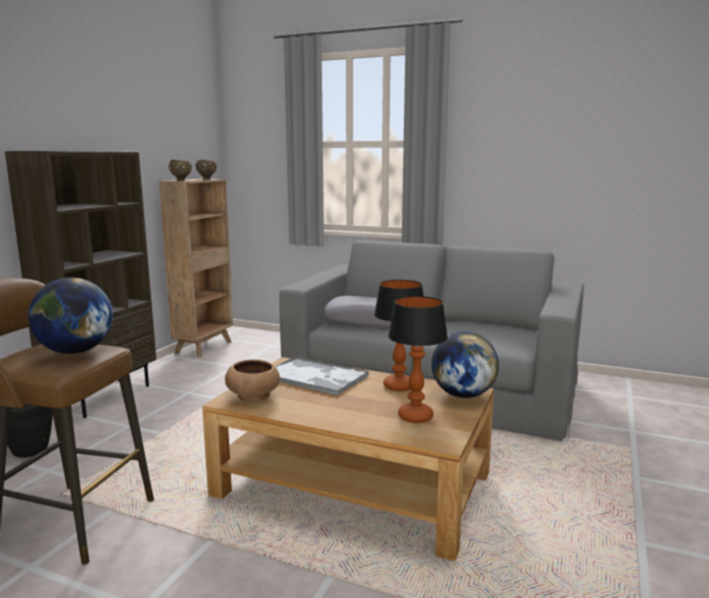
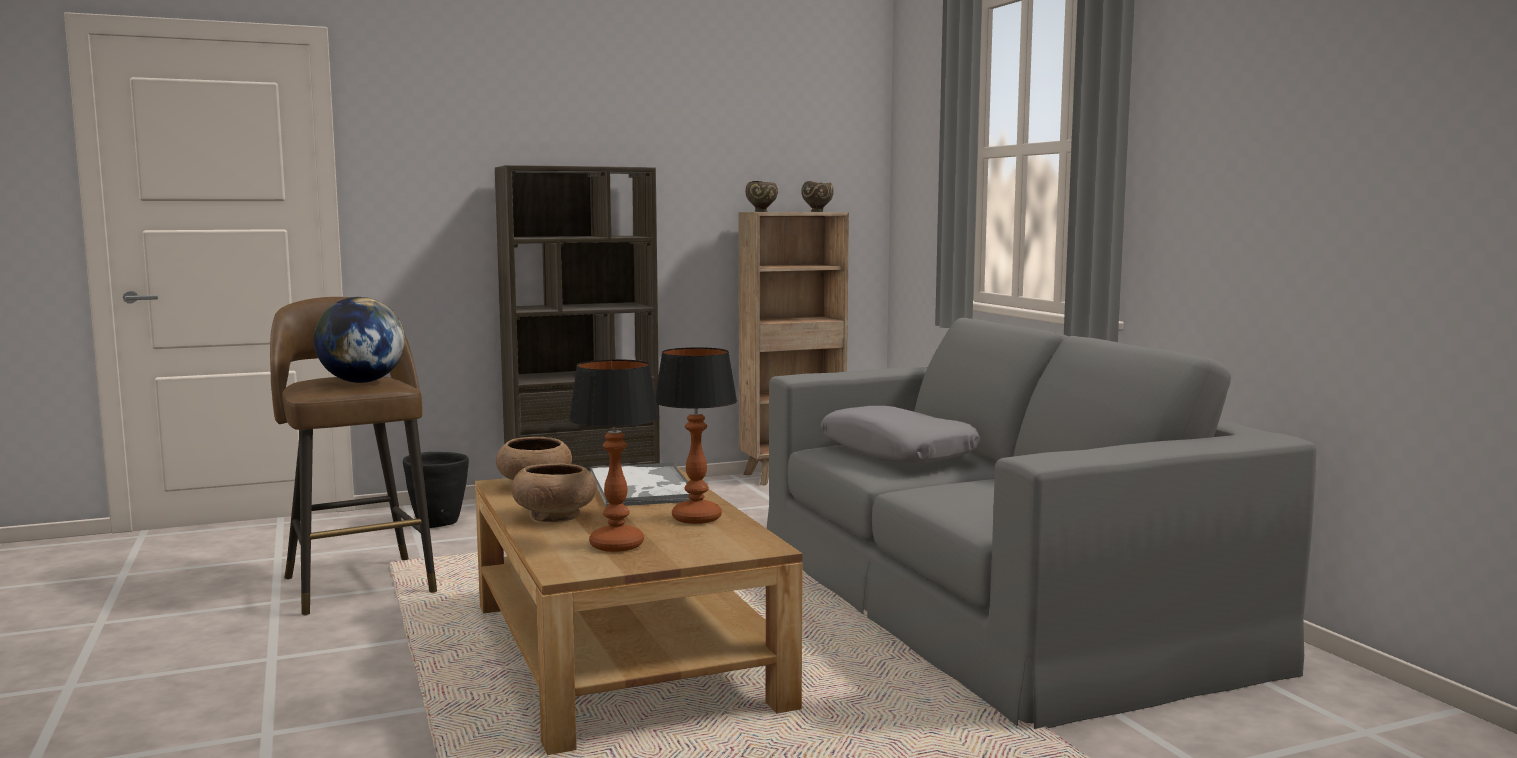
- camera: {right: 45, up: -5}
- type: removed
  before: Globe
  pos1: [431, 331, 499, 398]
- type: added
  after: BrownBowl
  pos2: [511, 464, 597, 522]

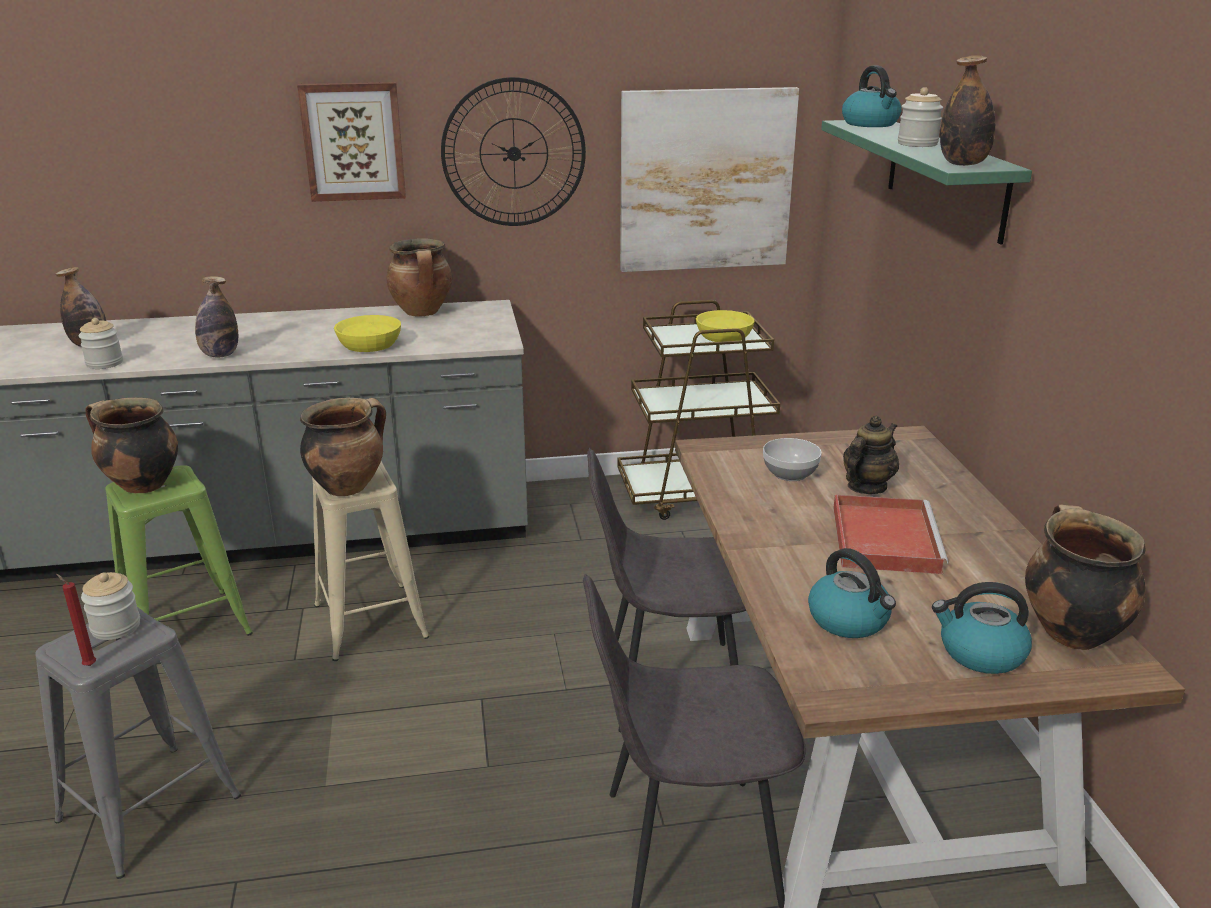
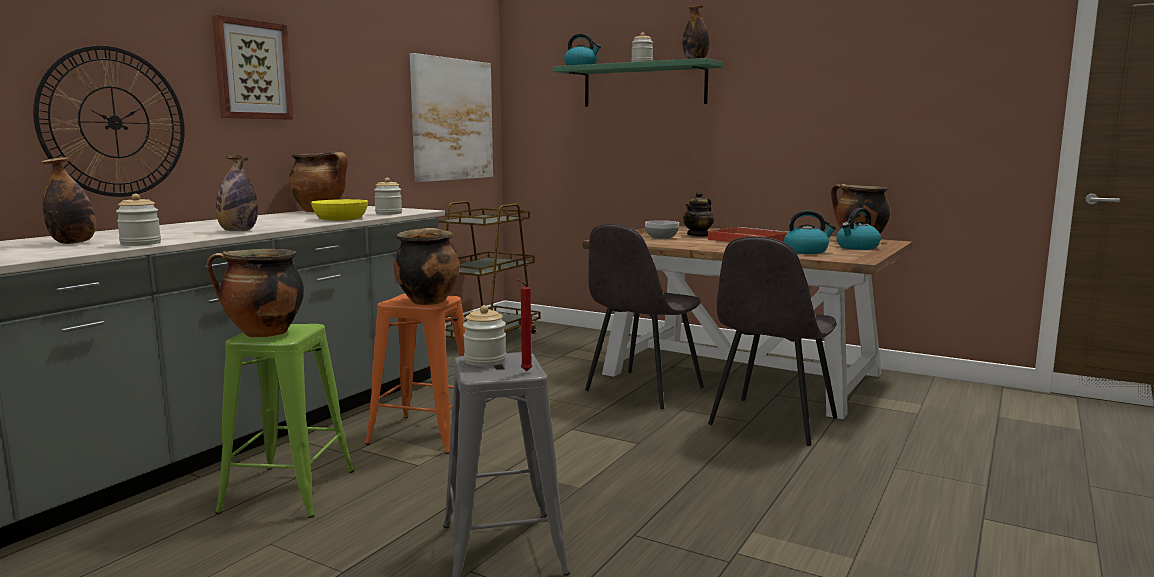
- camera: {right: -50, up: -15}
- type: moved
  before: WallClock
  pos1: [441, 77, 586, 226]
  pos2: [33, 46, 185, 197]
- type: removed
  before: YellowBowl
  pos1: [696, 310, 755, 342]
- type: turned
  before: Teapot
  pos1: [843, 416, 899, 494]
  pos2: [683, 191, 714, 237]
  turn: -135
- type: recoloured
  before: BeigeStool
  after: OrangeStool
  pos1: [312, 461, 429, 661]
  pos2: [365, 294, 465, 454]
- type: added
  after: Jar
  pos2: [374, 178, 402, 215]

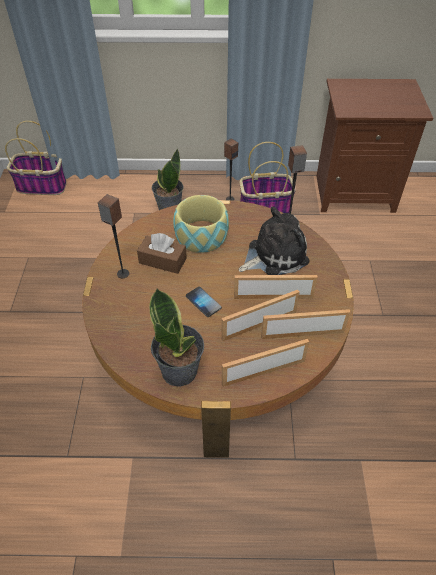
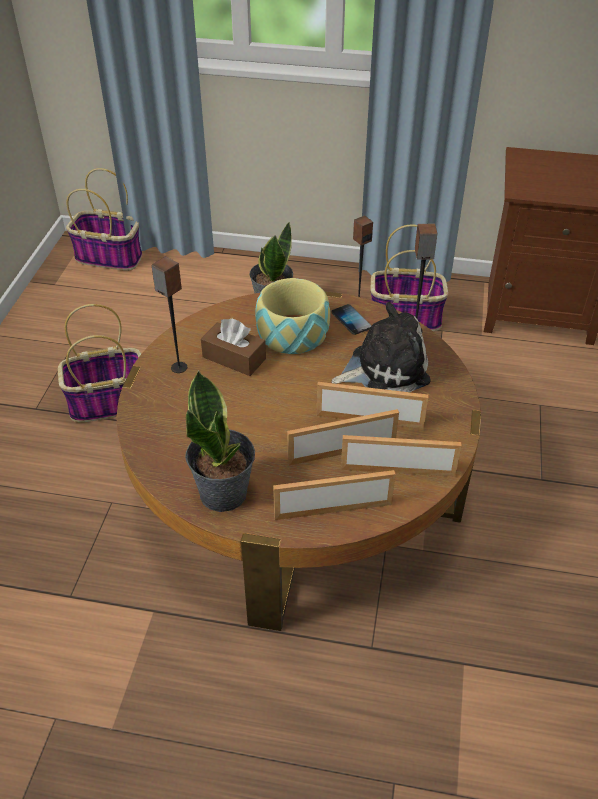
- camera: {right: 10, up: -5}
- type: moved
  before: Phone
  pos1: [186, 287, 222, 317]
  pos2: [331, 304, 372, 335]
- type: added
  after: Basket
  pos2: [58, 304, 141, 422]

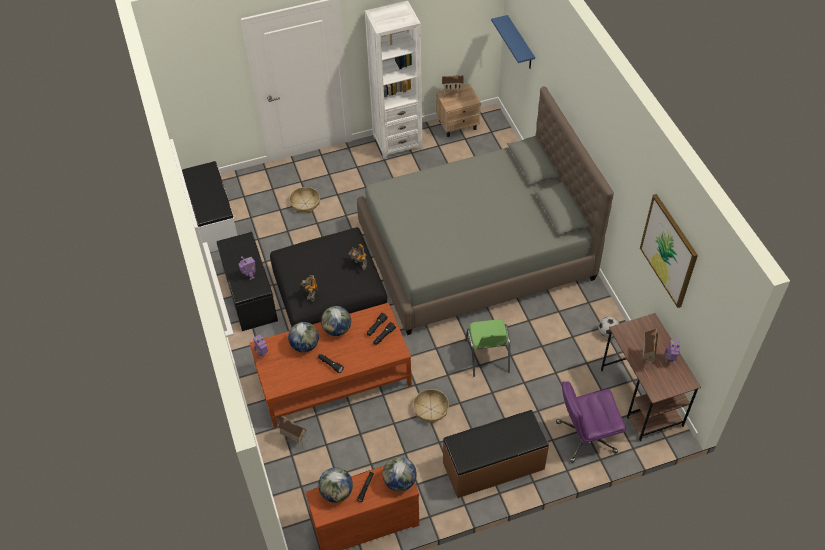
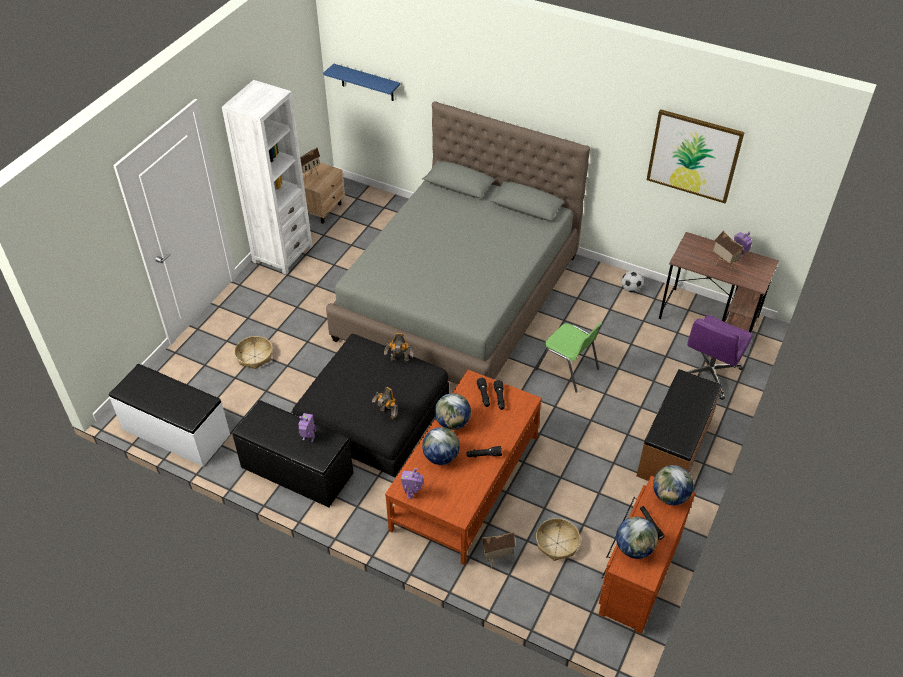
- camera: {right: -45, up: -5}
- type: moved
  before: Basket
  pos1: [413, 389, 449, 424]
  pos2: [536, 518, 581, 561]

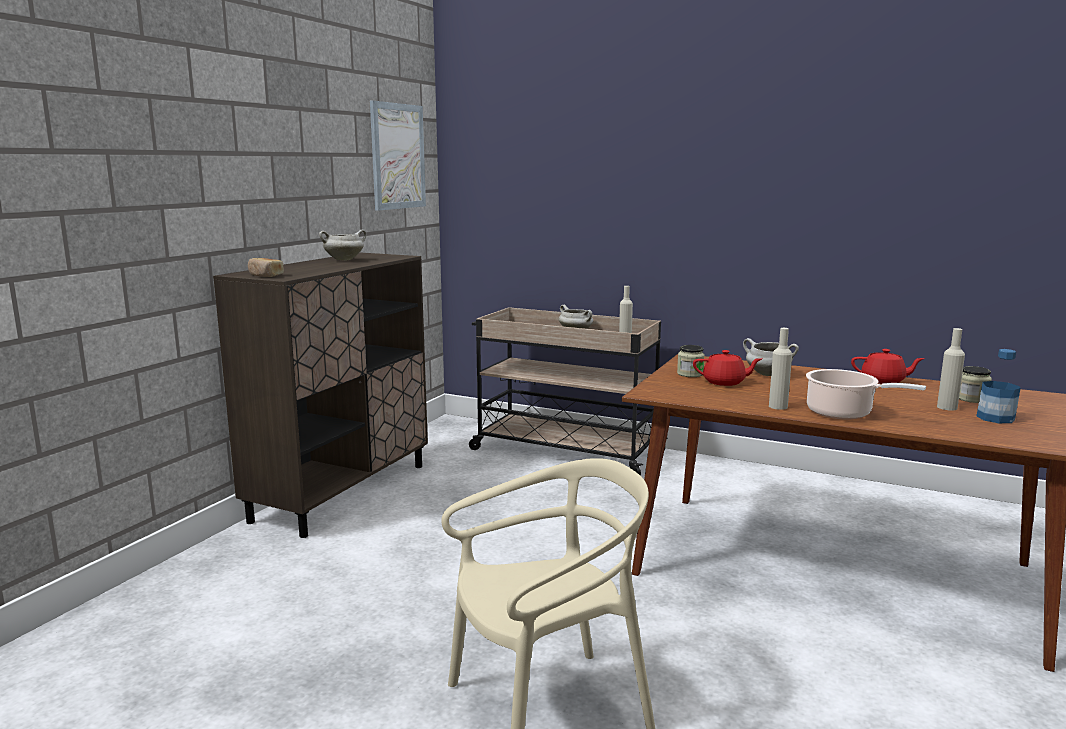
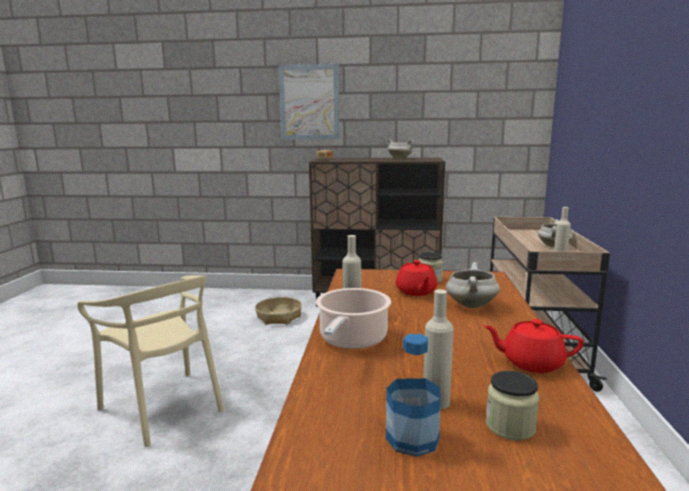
- camera: {right: 70, up: 0}
- type: moved
  before: Picture
  pos1: [370, 101, 426, 211]
  pos2: [279, 64, 340, 140]
- type: turned
  before: RedTeapot
  pos1: [851, 349, 925, 384]
  pos2: [484, 319, 584, 373]
  turn: 105
- type: added
  after: Basket
  pos2: [255, 297, 302, 325]

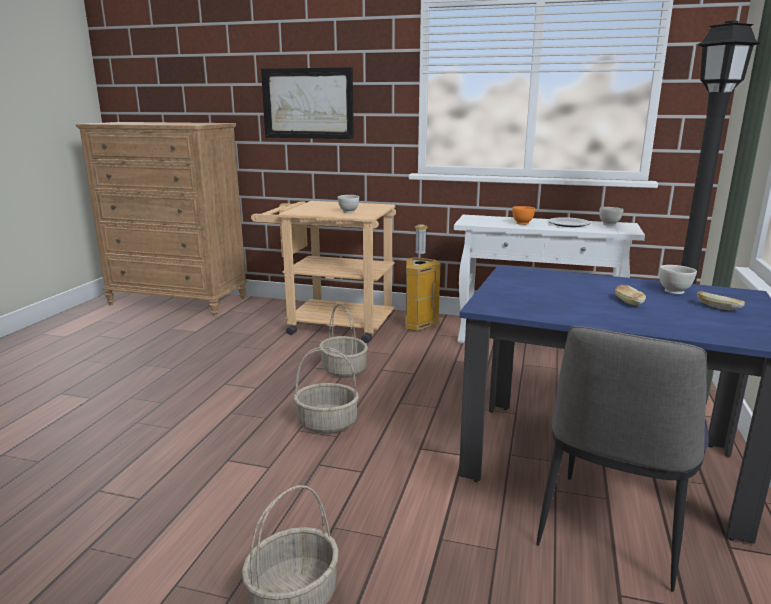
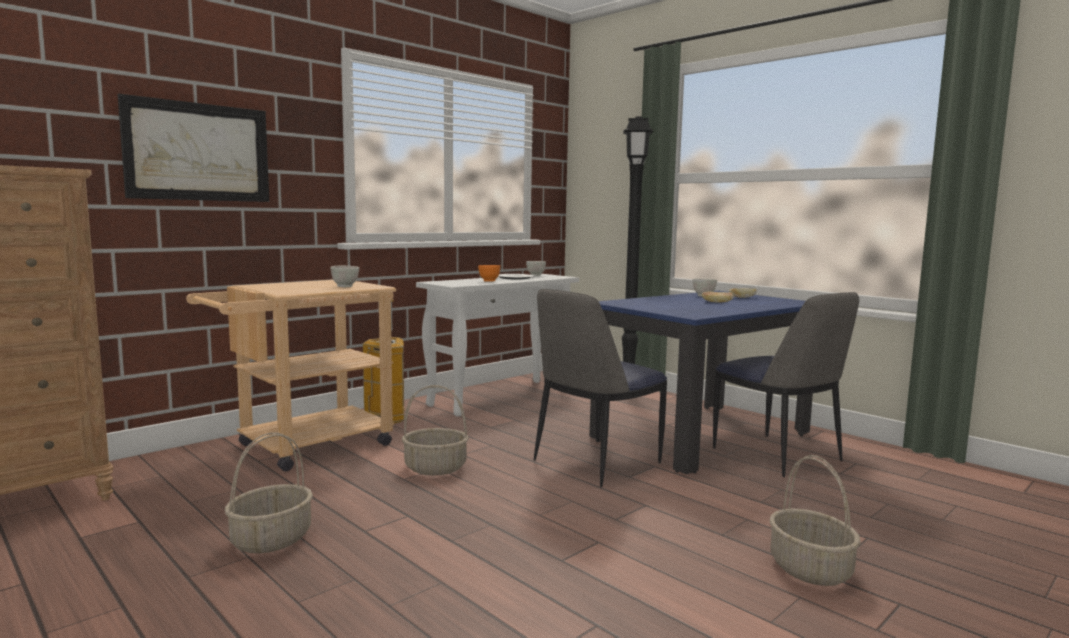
- camera: {right: -60, up: -10}
- type: moved
  before: Basket
  pos1: [294, 347, 359, 434]
  pos2: [225, 432, 313, 553]
- type: added
  after: Chair
  pos2: [534, 289, 667, 487]

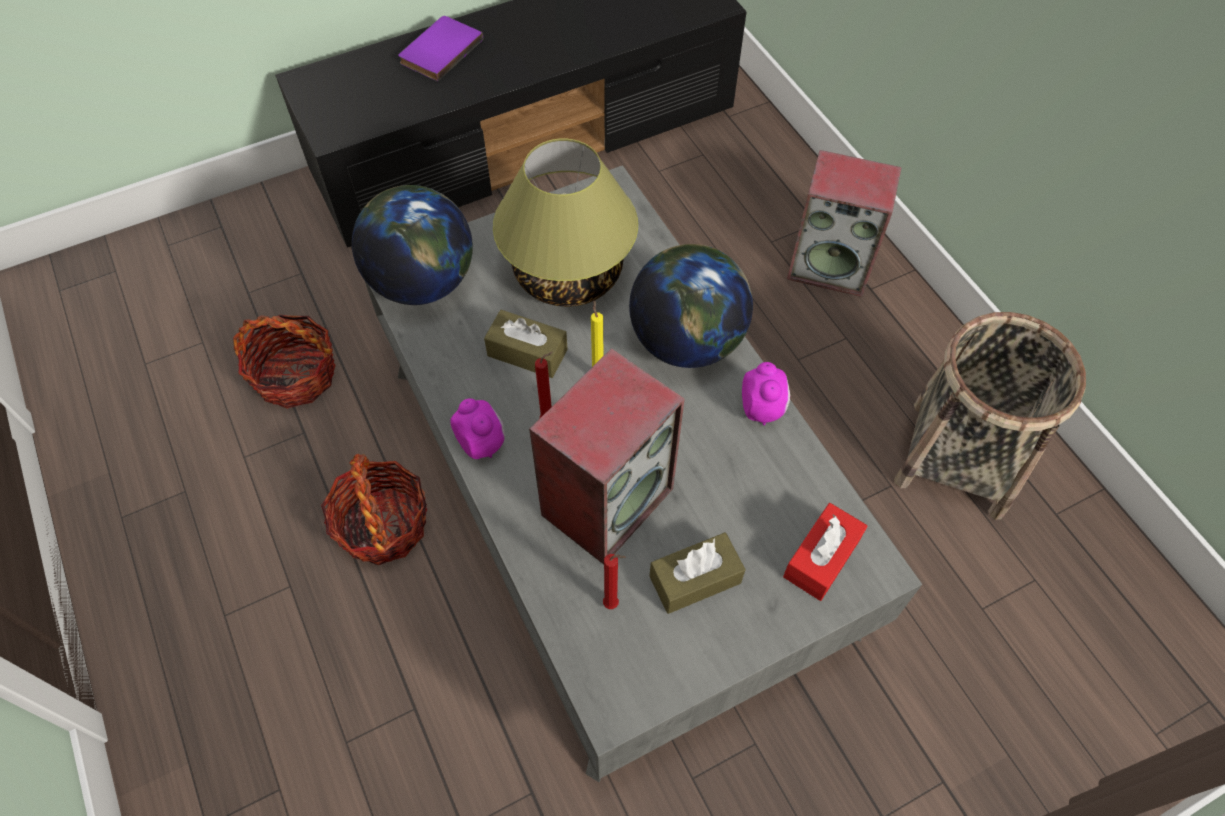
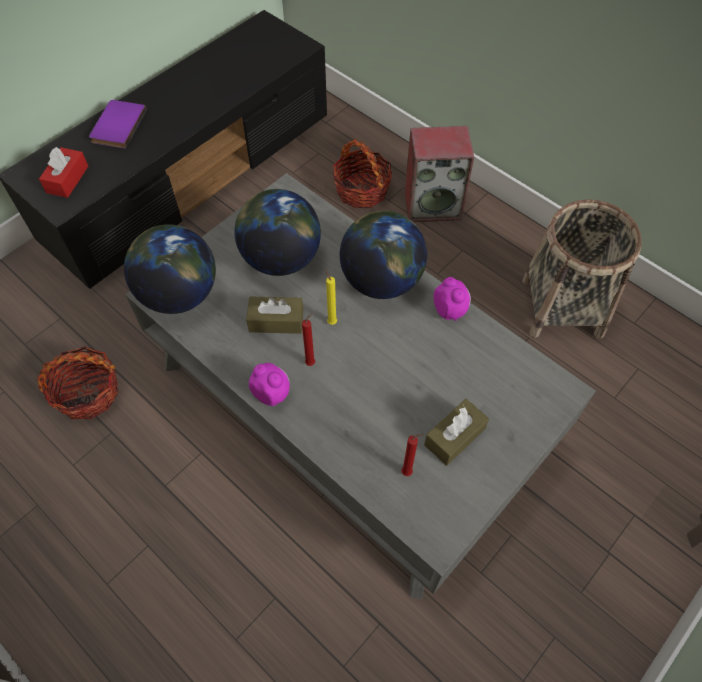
- camera: {right: -20, up: 0}
- type: replaced
  before: TableLamp
  after: Globe
  pos1: [493, 138, 638, 307]
  pos2: [234, 189, 321, 276]
- type: removed
  before: Speaker
  pos1: [529, 348, 685, 564]
- type: moved
  before: Basket
  pos1: [321, 454, 427, 565]
  pos2: [333, 138, 392, 208]
- type: moved
  before: RedTissueBox
  pos1: [783, 503, 868, 601]
  pos2: [39, 147, 88, 198]

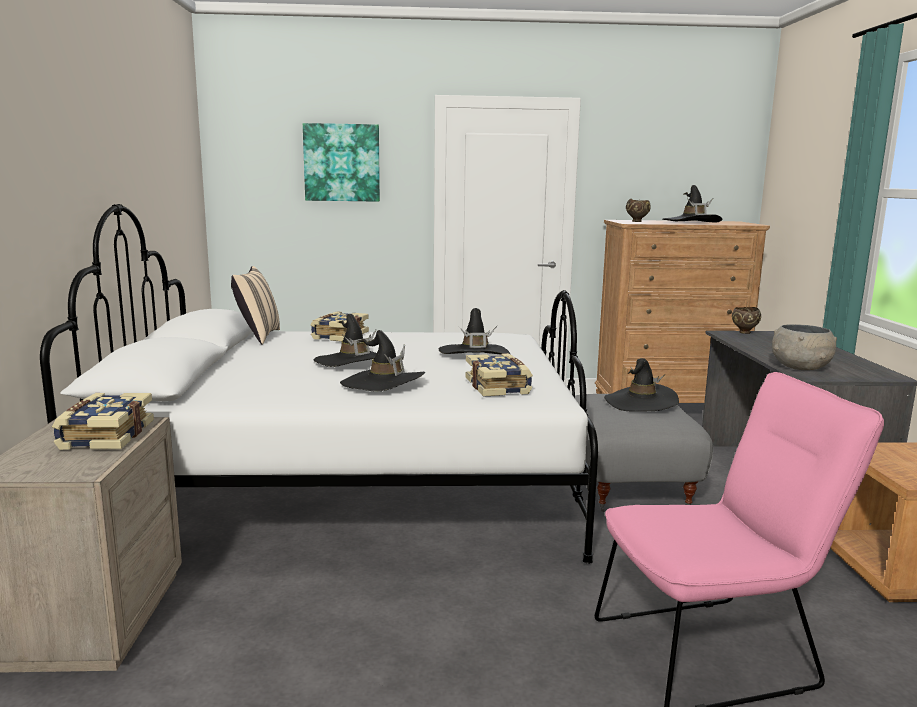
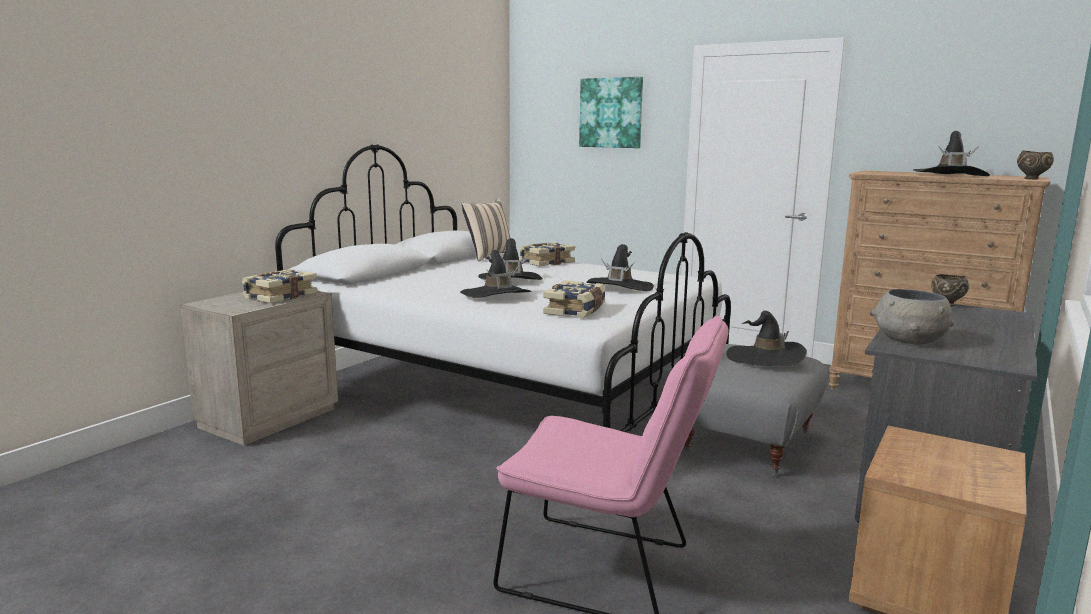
- camera: {right: 35, up: 0}
- type: moved
  before: BrownBowl
  pos1: [626, 199, 651, 222]
  pos2: [1017, 150, 1054, 179]

